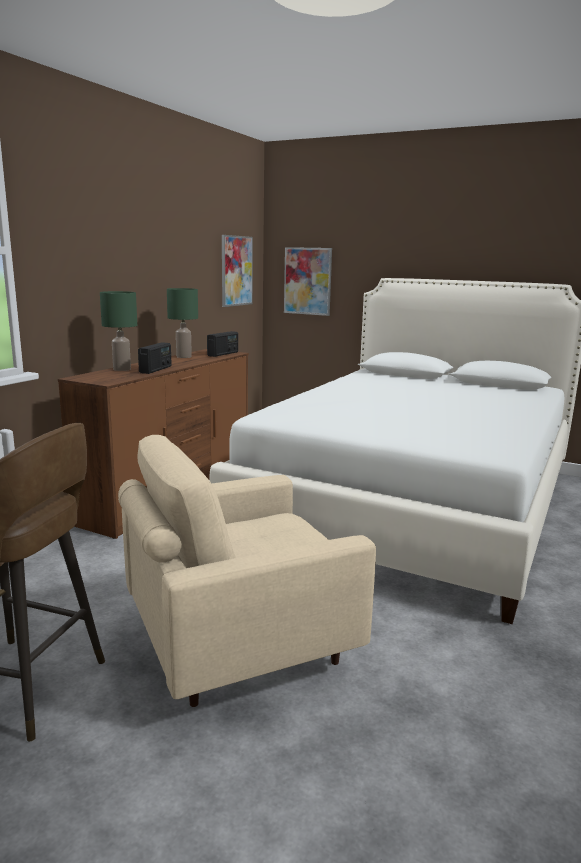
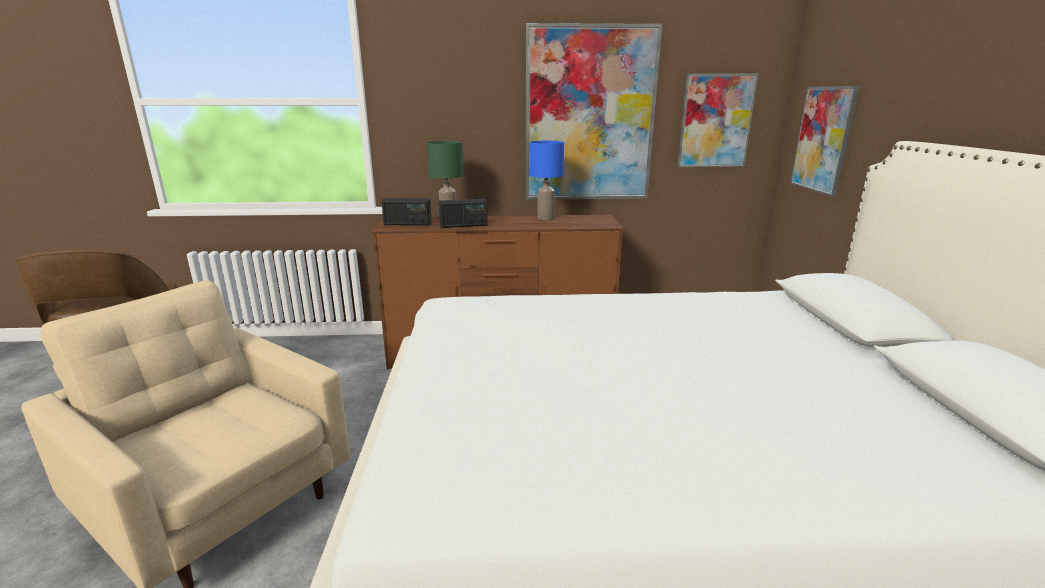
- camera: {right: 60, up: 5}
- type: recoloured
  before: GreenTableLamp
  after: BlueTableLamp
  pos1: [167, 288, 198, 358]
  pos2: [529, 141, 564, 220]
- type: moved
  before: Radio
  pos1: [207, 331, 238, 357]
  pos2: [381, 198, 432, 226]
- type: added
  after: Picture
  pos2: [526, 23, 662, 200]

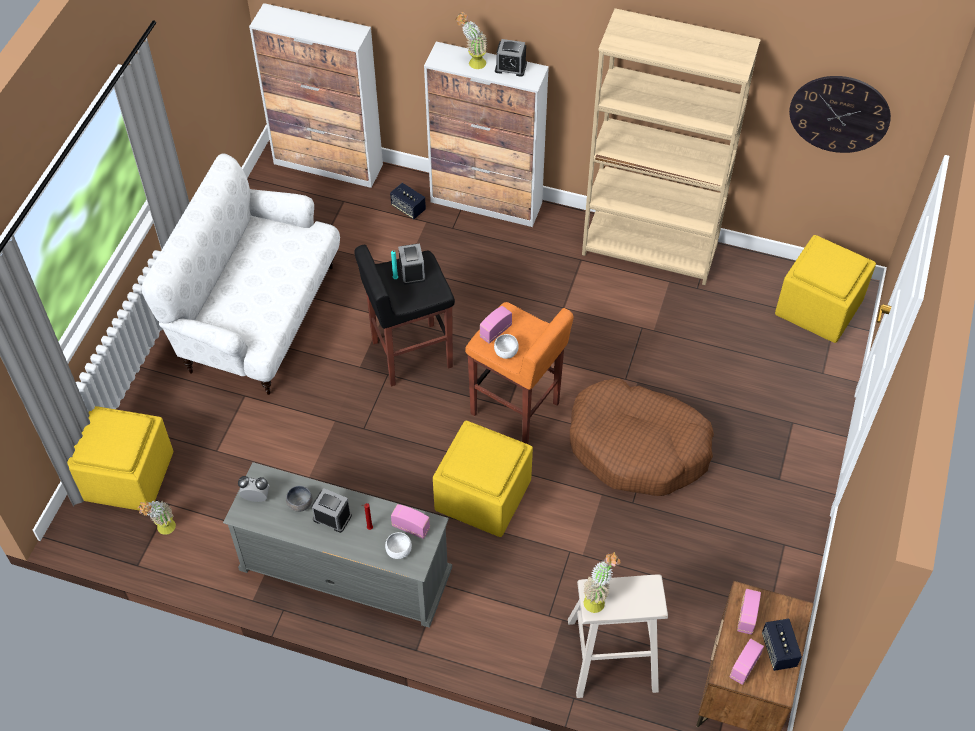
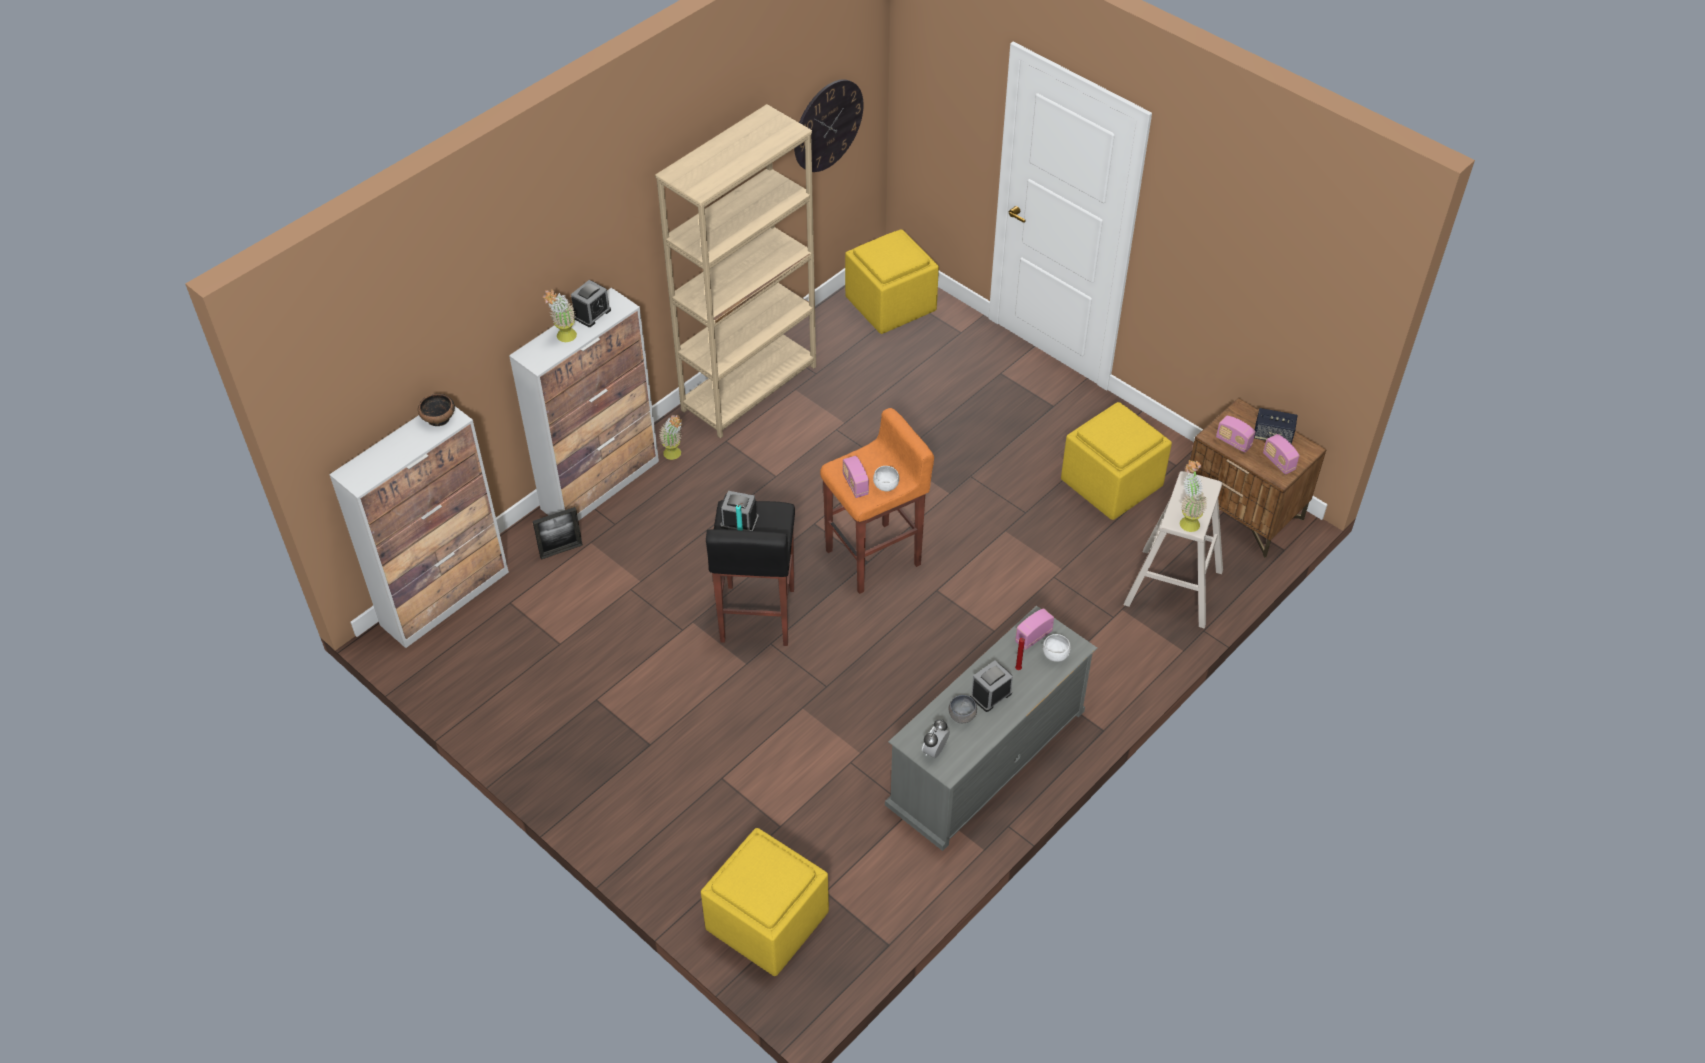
- camera: {right: -65, up: -5}
- type: removed
  before: WhiteSofa
  pos1: [142, 153, 340, 395]
- type: replaced
  before: Speaker
  after: PictureFrame
  pos1: [390, 183, 426, 219]
  pos2: [533, 507, 583, 560]
- type: removed
  before: BrownDogBed
  pos1: [570, 378, 714, 496]
- type: moved
  before: YellowOttoman
  pos1: [433, 421, 533, 537]
  pos2: [1061, 402, 1172, 520]
- type: moved
  before: PottedPlant
  pos1: [138, 501, 176, 535]
  pos2: [659, 415, 682, 460]
- type: added
  after: Bowl
  pos2: [418, 394, 455, 426]

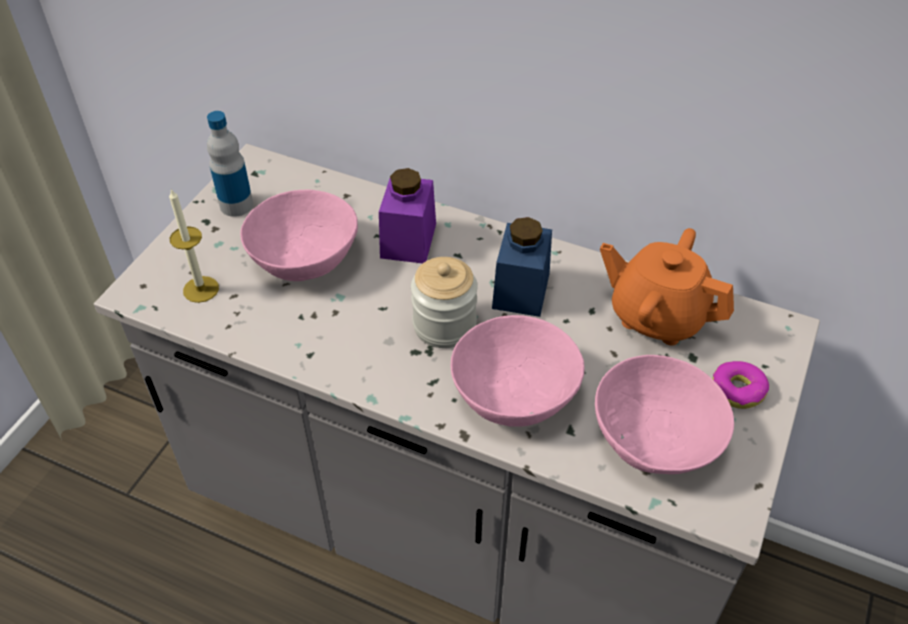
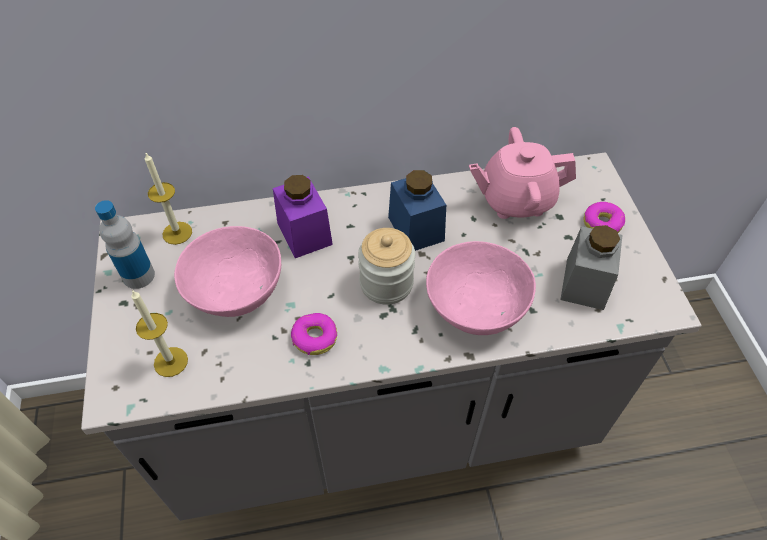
- camera: {right: -35, up: 5}
- type: recoloured
  before: OrangeTeapot
  after: PinkTeapot
  pos1: [600, 228, 734, 346]
  pos2: [469, 127, 576, 219]
- type: replaced
  before: PinkBowl
  after: GreyJar
  pos1: [595, 355, 734, 474]
  pos2: [560, 225, 622, 310]
- type: added
  after: Candle
  pos2: [145, 153, 192, 245]
- type: added
  after: Donut
  pos2: [291, 313, 337, 355]

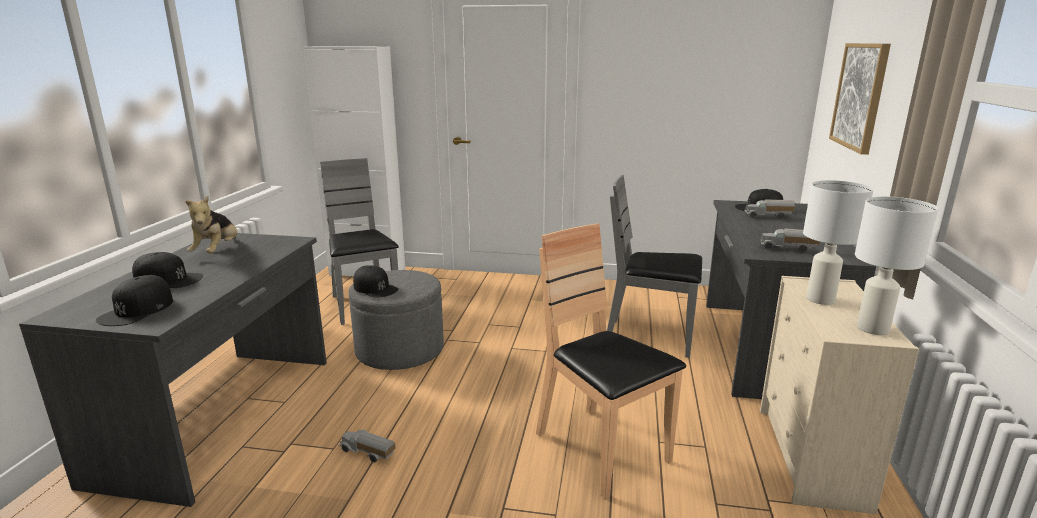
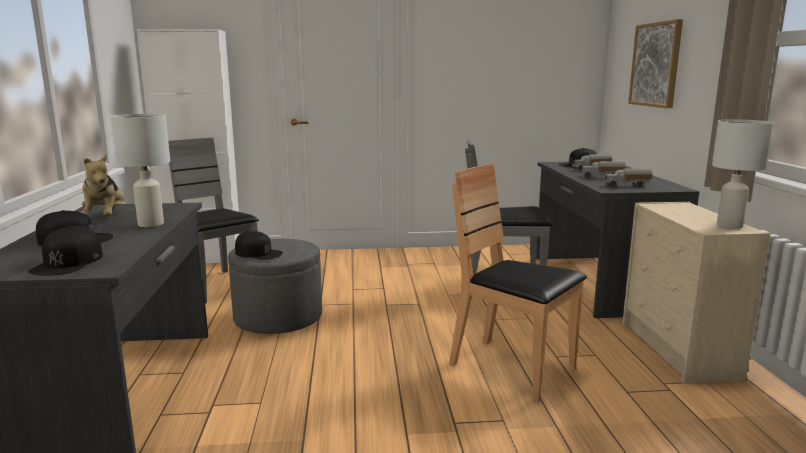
- camera: {right: -15, up: -5}
- type: moved
  before: WhiteTableLamp
  pos1: [803, 180, 874, 305]
  pos2: [110, 114, 170, 227]
- type: moved
  before: ToyTruck
  pos1: [339, 430, 396, 462]
  pos2: [581, 161, 626, 178]

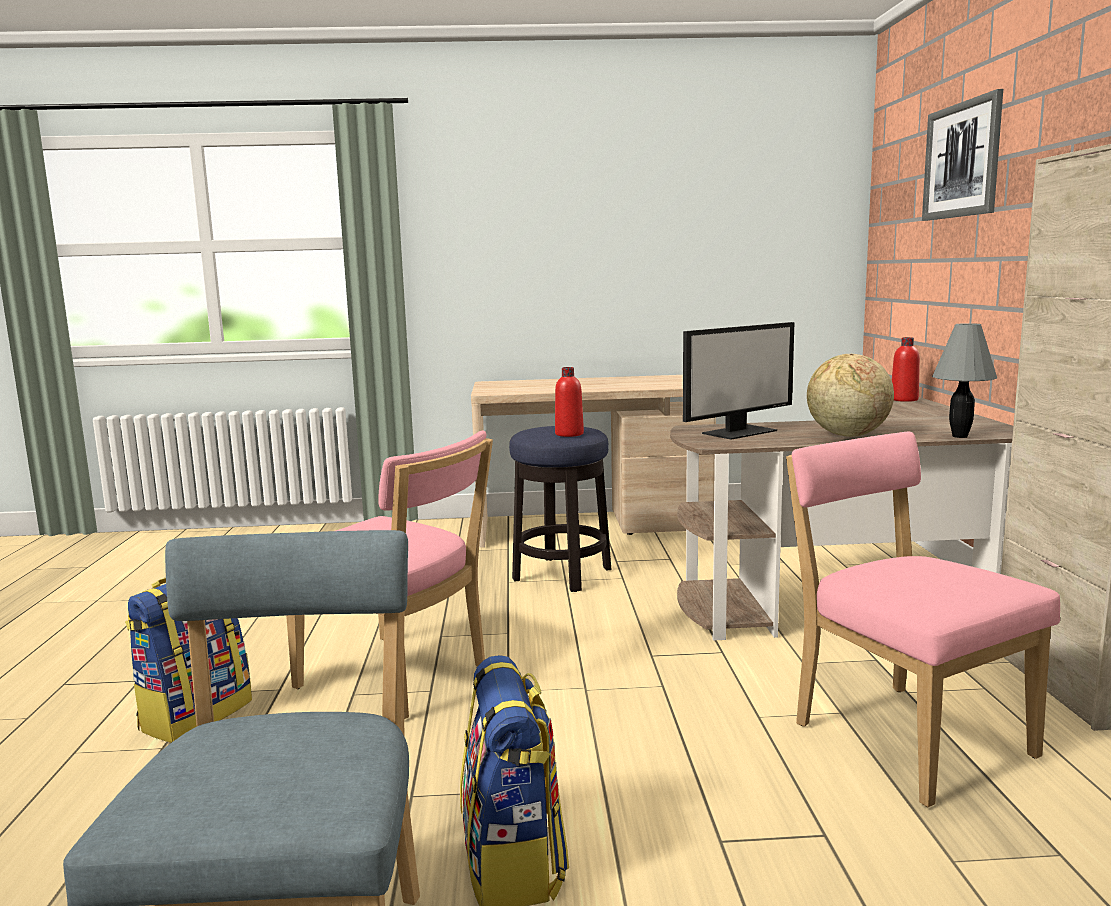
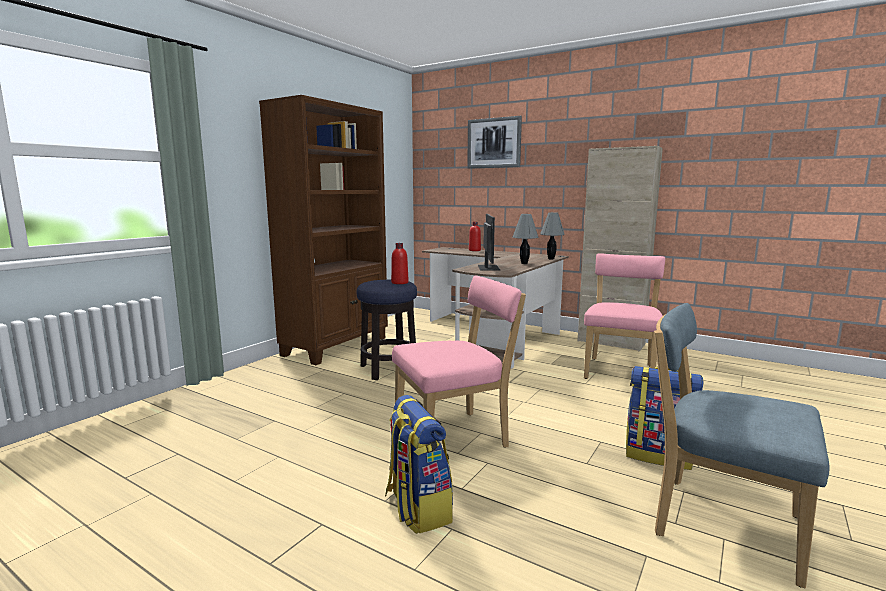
- camera: {right: -55, up: 0}
- type: replaced
  before: Globe
  after: GreyTableLamp
  pos1: [807, 354, 894, 437]
  pos2: [513, 214, 538, 264]
- type: replaced
  before: BeigeDesk
  after: BrownBookcase
  pos1: [471, 375, 716, 548]
  pos2: [259, 95, 388, 365]
- type: turned
  before: PinkChair
  pos1: [786, 432, 1060, 807]
  pos2: [584, 253, 665, 379]
  turn: 105

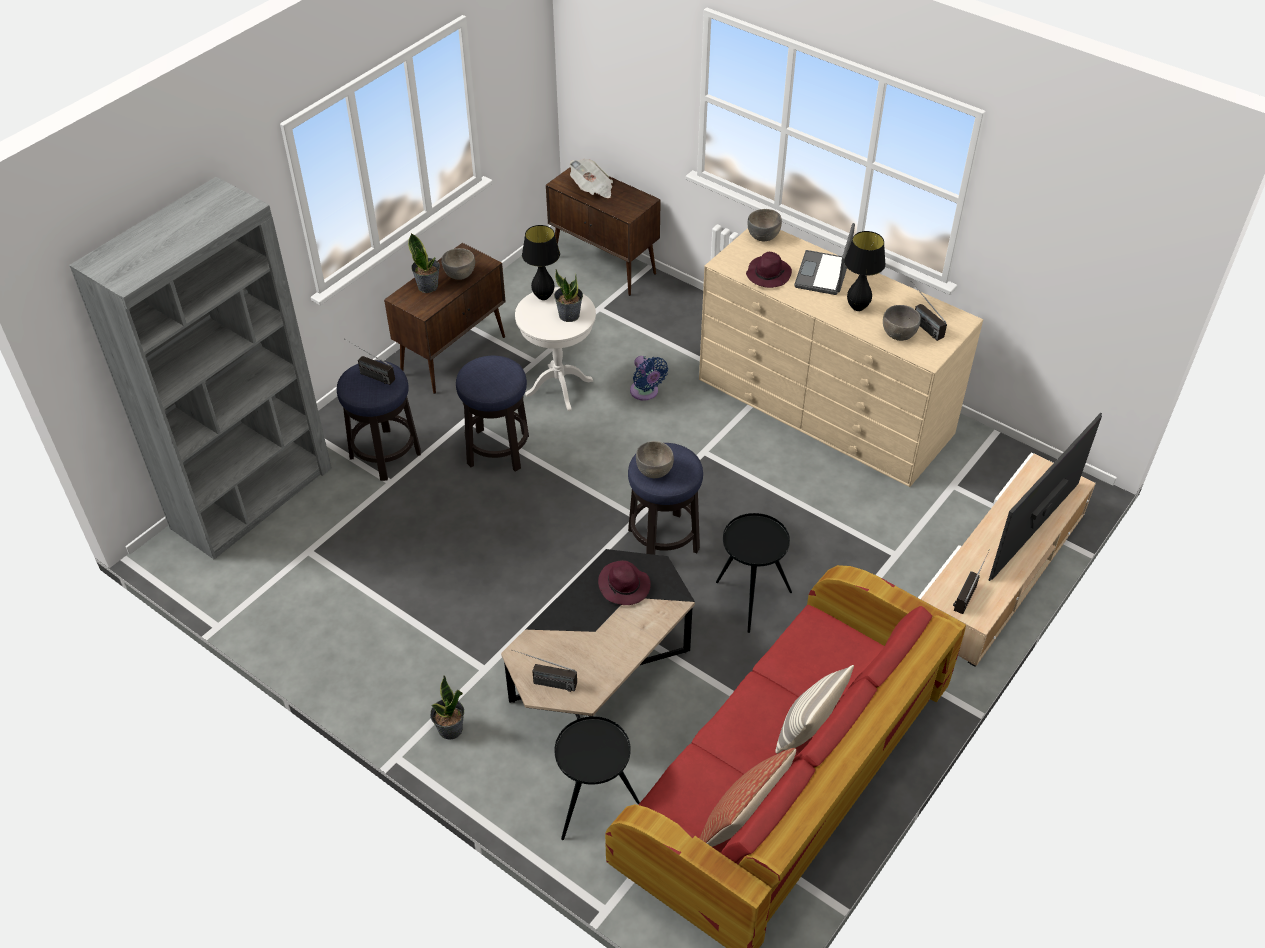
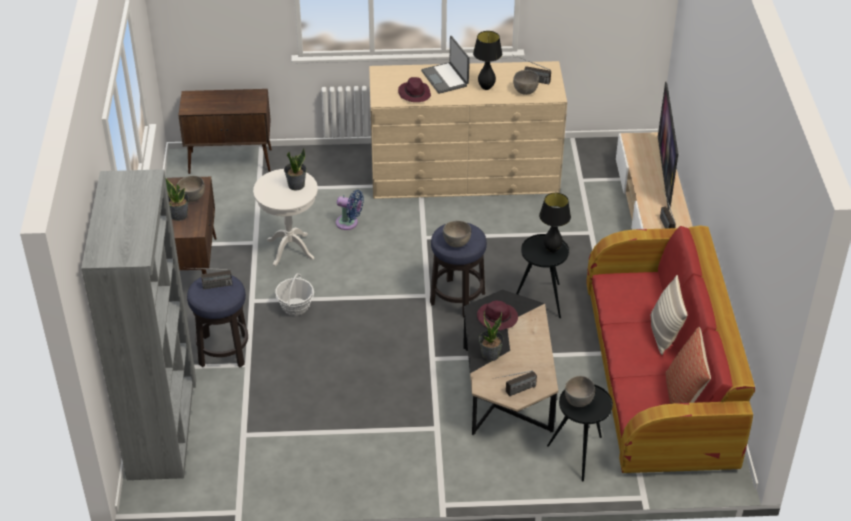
- camera: {right: -40, up: -5}
- type: removed
  before: Newspaper
  pos1: [570, 159, 613, 198]
- type: moved
  before: GreyBowl
  pos1: [748, 209, 782, 241]
  pos2: [565, 376, 595, 407]
- type: moved
  before: BlackTableLamp
  pos1: [522, 225, 560, 300]
  pos2: [539, 193, 571, 253]
- type: replaced
  before: Stool
  after: Basket
  pos1: [456, 356, 529, 472]
  pos2: [275, 273, 314, 316]
- type: moved
  before: PottedPlant
  pos1: [430, 676, 464, 740]
  pos2: [479, 311, 504, 361]

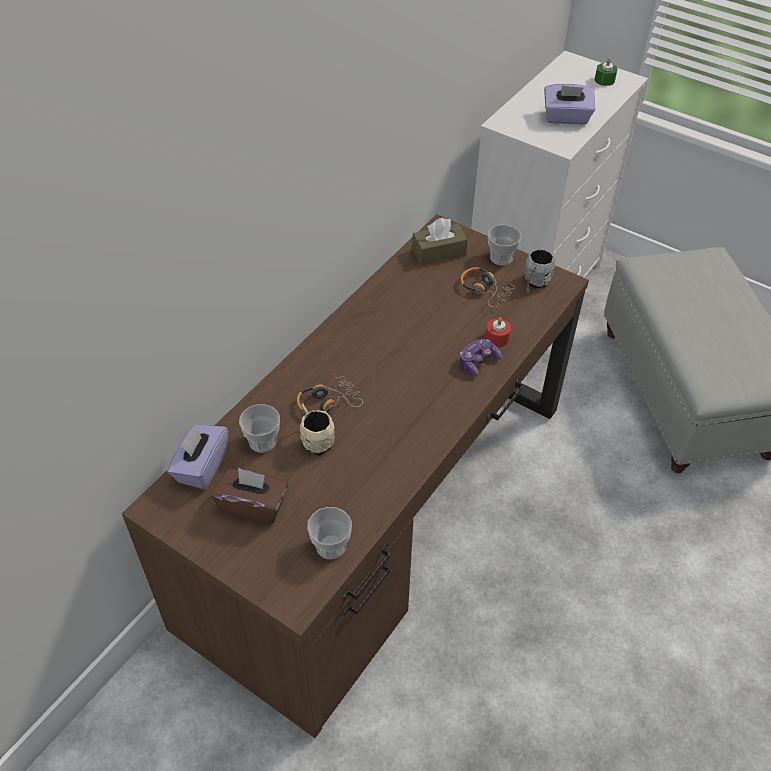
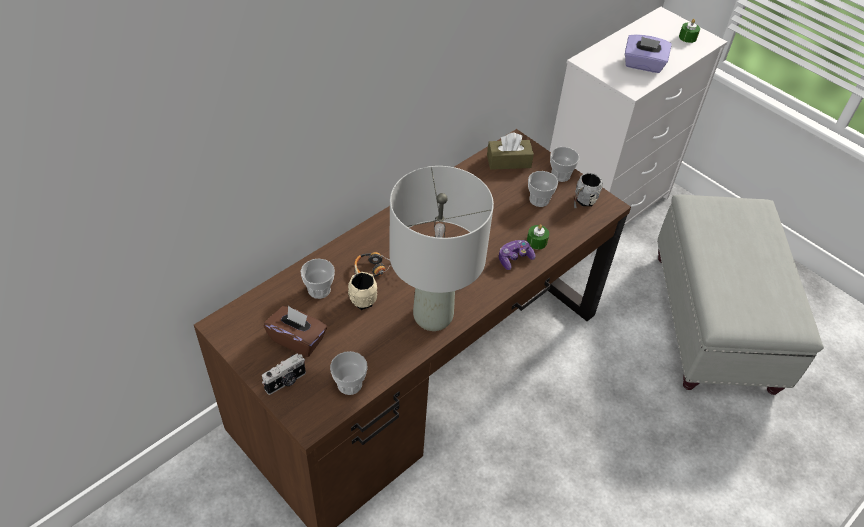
- camera: {right: 10, up: 0}
- type: replaced
  before: Headphones
  after: Cup
  pos1: [460, 267, 515, 307]
  pos2: [528, 171, 558, 207]
- type: recoloured
  before: RedCandle
  after: GreenCandle
  pos1: [485, 317, 511, 347]
  pos2: [527, 224, 549, 250]
- type: removed
  before: PurpleTissueBox
  pos1: [167, 424, 228, 490]
- type: added
  after: GreyTableLamp
  pos2: [389, 166, 494, 331]
- type: added
  after: PhotoCamera
  pos2: [262, 353, 306, 395]

